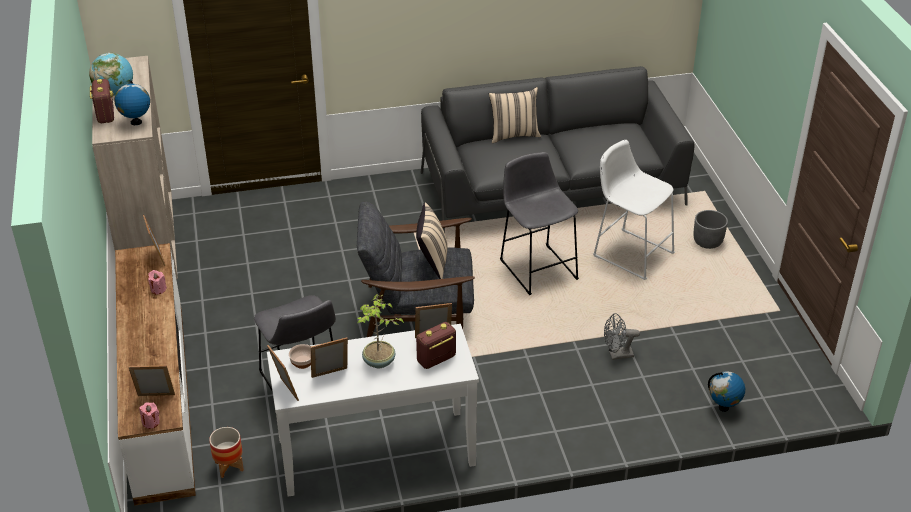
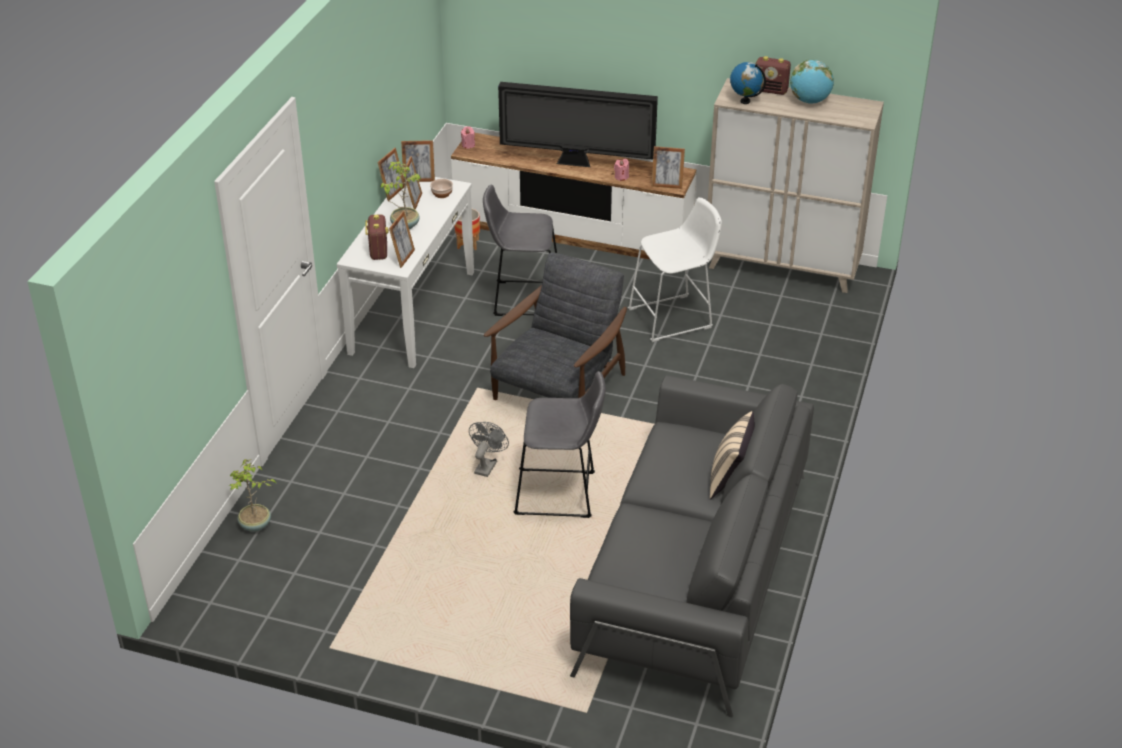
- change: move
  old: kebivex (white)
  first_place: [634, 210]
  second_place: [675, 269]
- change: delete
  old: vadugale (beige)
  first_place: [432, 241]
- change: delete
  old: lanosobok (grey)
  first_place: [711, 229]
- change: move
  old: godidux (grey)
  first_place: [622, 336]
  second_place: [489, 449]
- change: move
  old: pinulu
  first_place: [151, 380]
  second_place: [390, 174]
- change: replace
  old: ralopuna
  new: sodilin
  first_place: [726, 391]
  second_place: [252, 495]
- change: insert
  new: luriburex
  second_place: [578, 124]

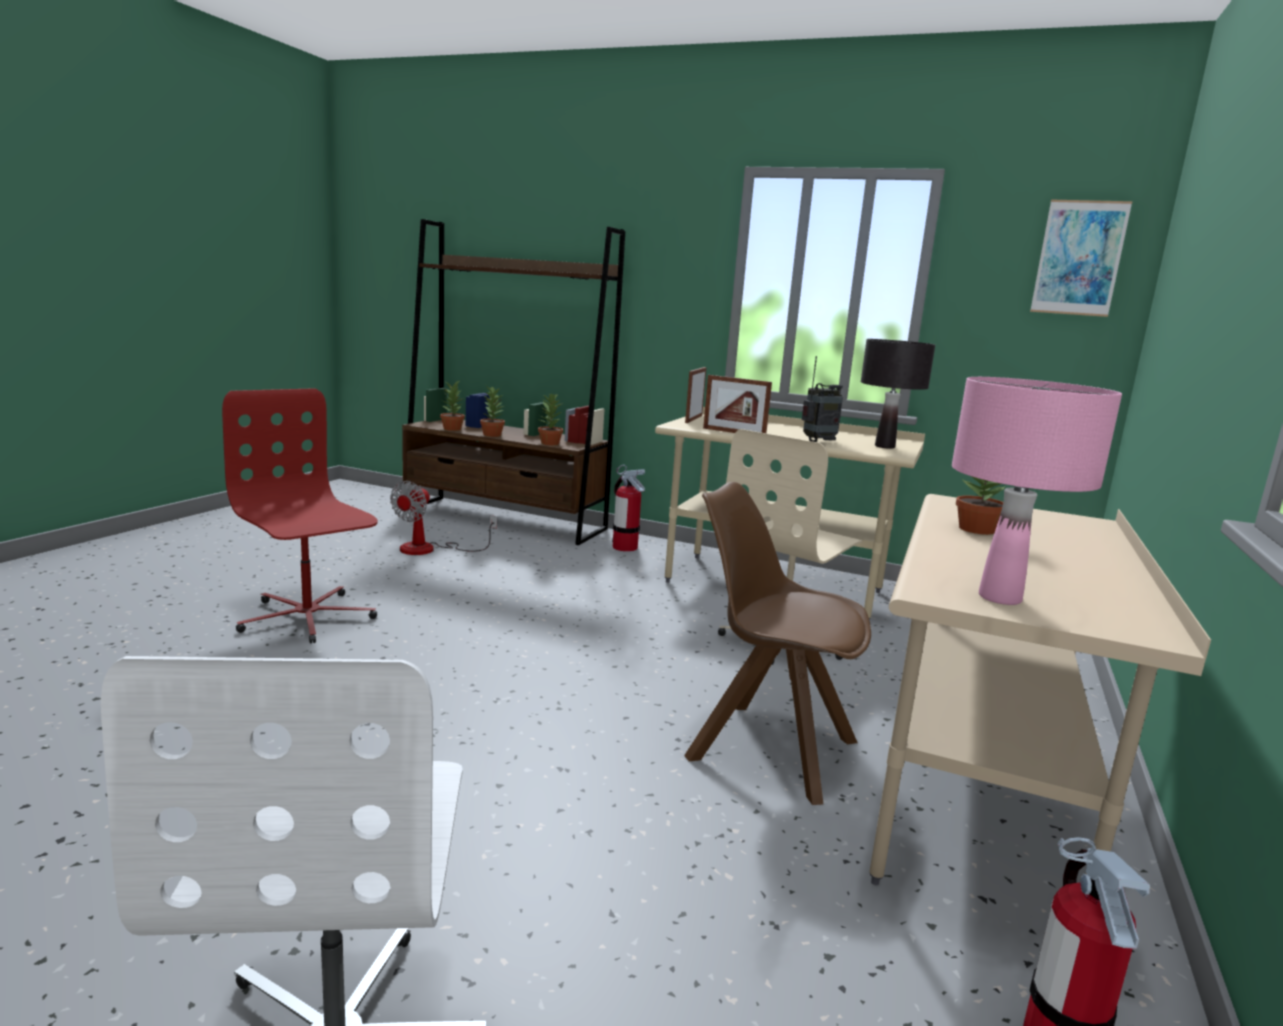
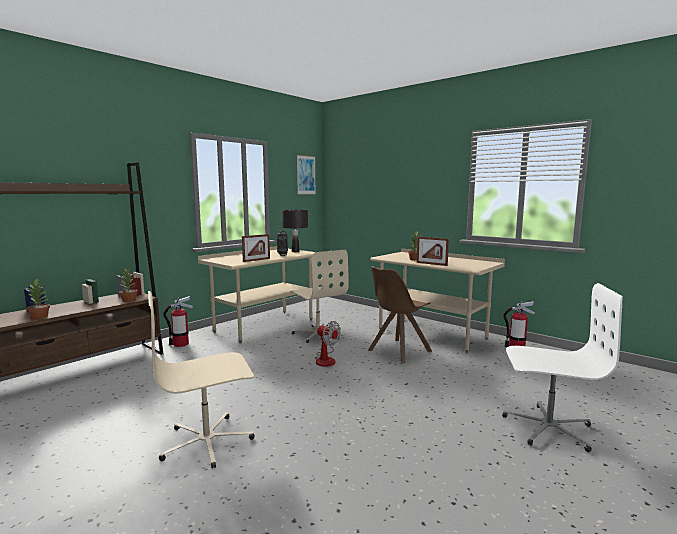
- change: move
  old: pinulu
  first_place: [696, 395]
  second_place: [433, 251]
- change: delete
  old: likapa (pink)
  first_place: [1037, 491]
- change: delete
  old: sodilin
  first_place: [492, 411]
- change: recolor
  old: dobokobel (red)
  new: dobokobel (beige)
  first_place: [300, 515]
  second_place: [201, 380]
- change: move
  old: godidux
  first_place: [443, 518]
  second_place: [328, 344]

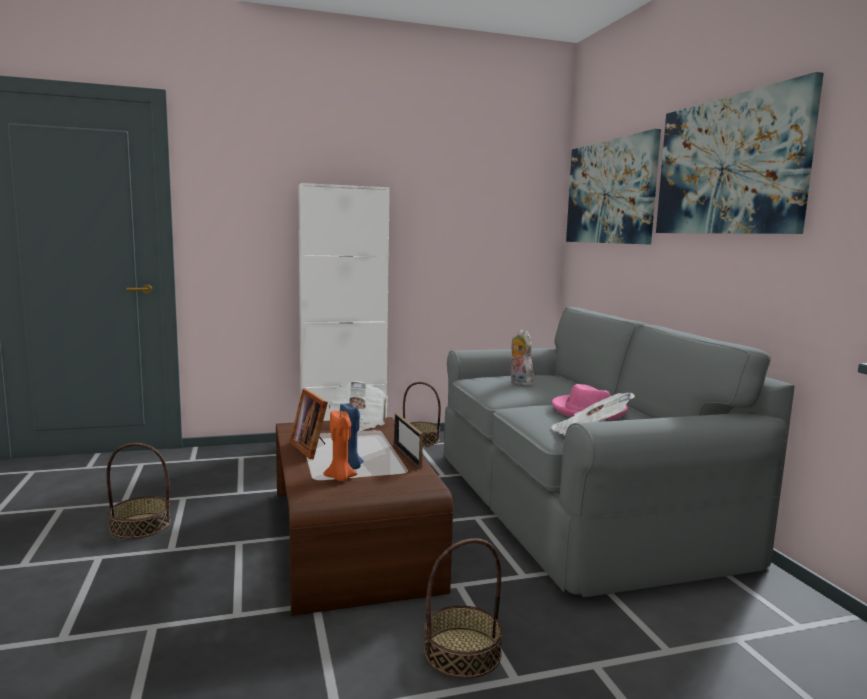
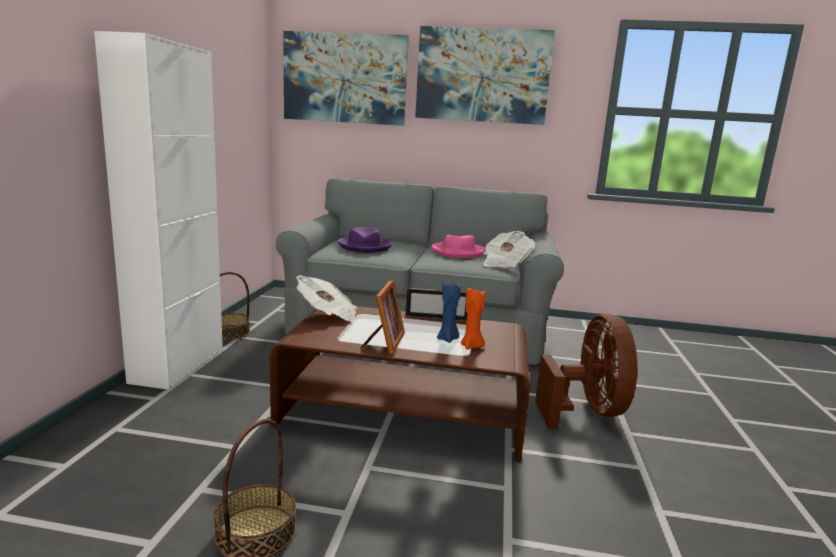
- change: replace
  old: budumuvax
  new: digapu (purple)
  first_place: [522, 357]
  second_place: [365, 240]
- change: rotate
  old: pinulu
  first_place: [309, 423]
  second_place: [382, 317]
  degrees: -75
- change: replace
  old: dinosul
  new: godidux (brown)
  first_place: [463, 608]
  second_place: [586, 371]

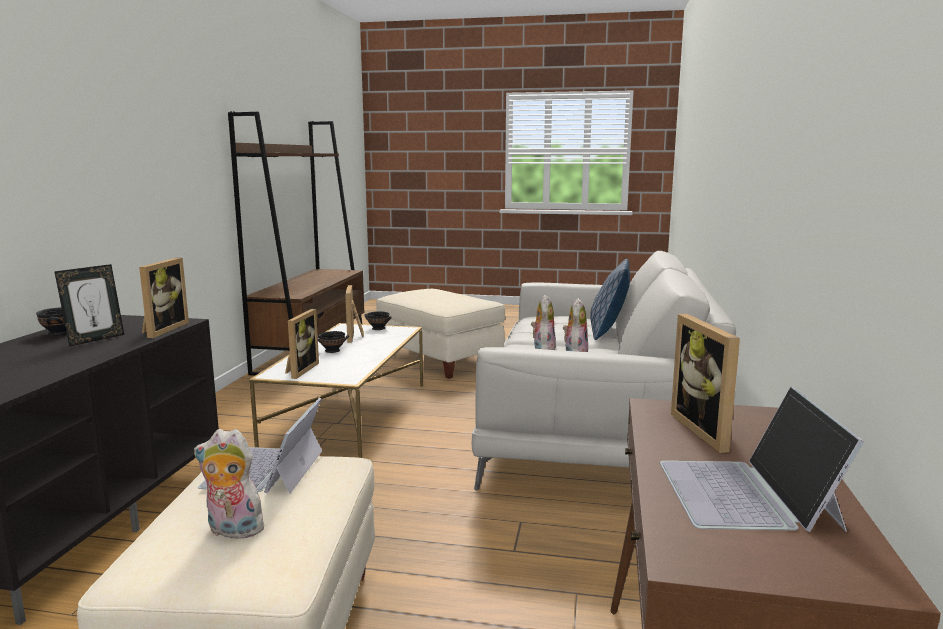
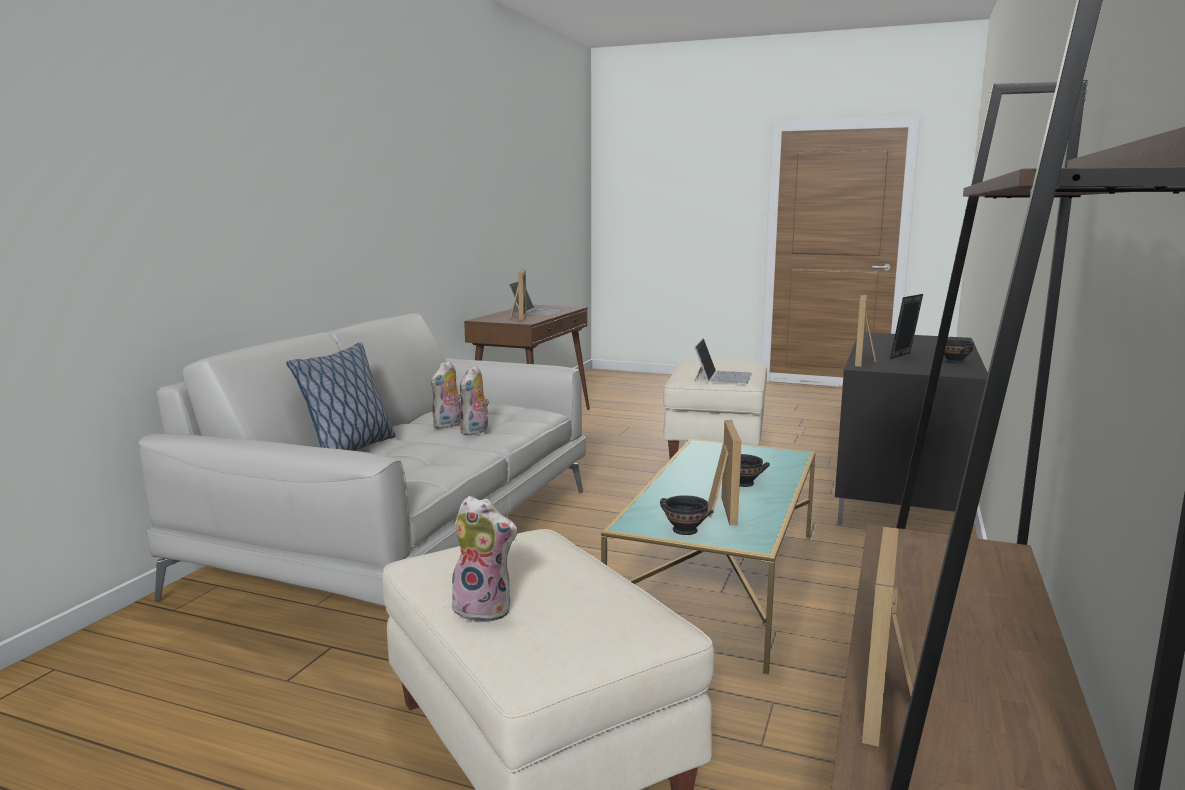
- change: move
  old: pinulu
  first_place: [302, 344]
  second_place: [889, 637]
- change: recolor
  old: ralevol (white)
  new: ralevol (turquoise)
  first_place: [336, 390]
  second_place: [708, 556]
- change: move
  old: budumuvax
  first_place: [230, 484]
  second_place: [484, 559]

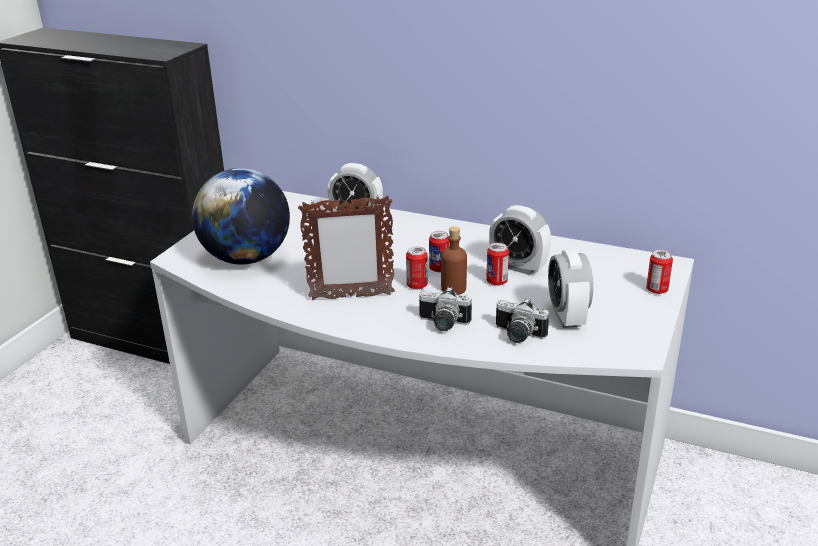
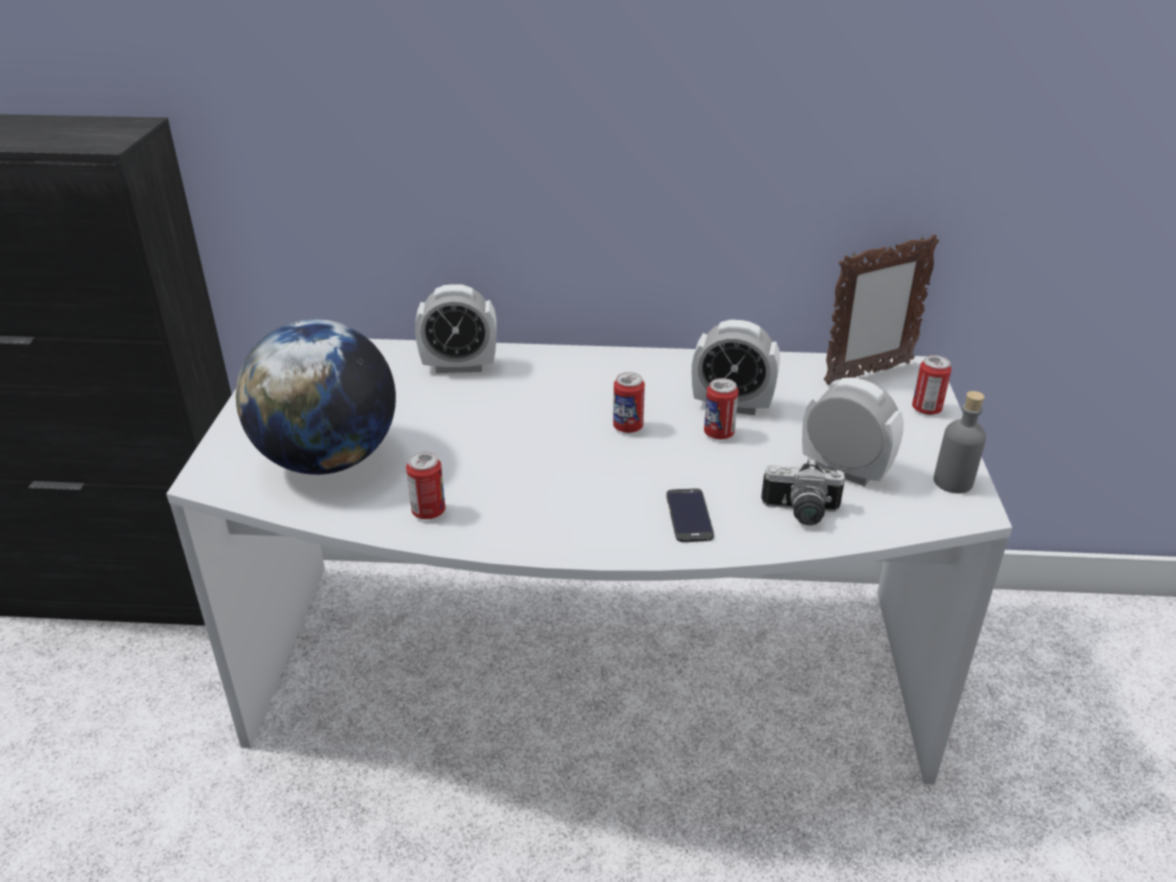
- change: move
  old: pinulu
  first_place: [346, 248]
  second_place: [881, 309]
- change: delete
  old: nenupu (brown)
  first_place: [454, 260]
- change: move
  old: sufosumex
  first_place: [417, 267]
  second_place: [425, 485]
- change: rotate
  old: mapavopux
  first_place: [570, 288]
  second_place: [853, 431]
  degrees: 150
- change: replace
  old: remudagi
  new: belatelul
  first_place: [445, 309]
  second_place: [690, 515]
- change: insert
  new: nenupu (grey)
  second_place: [960, 442]

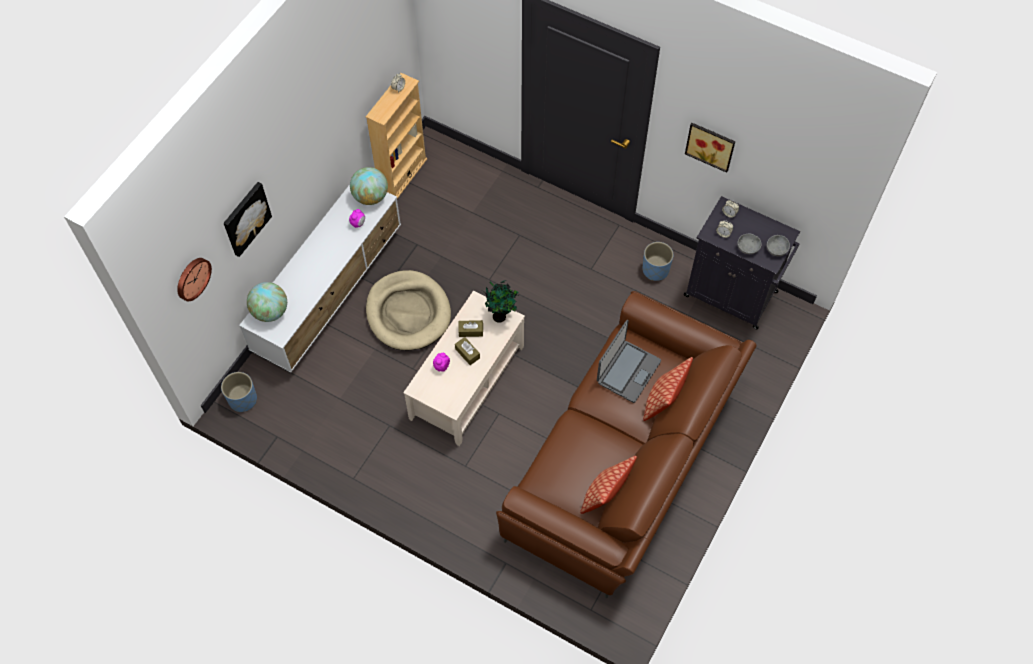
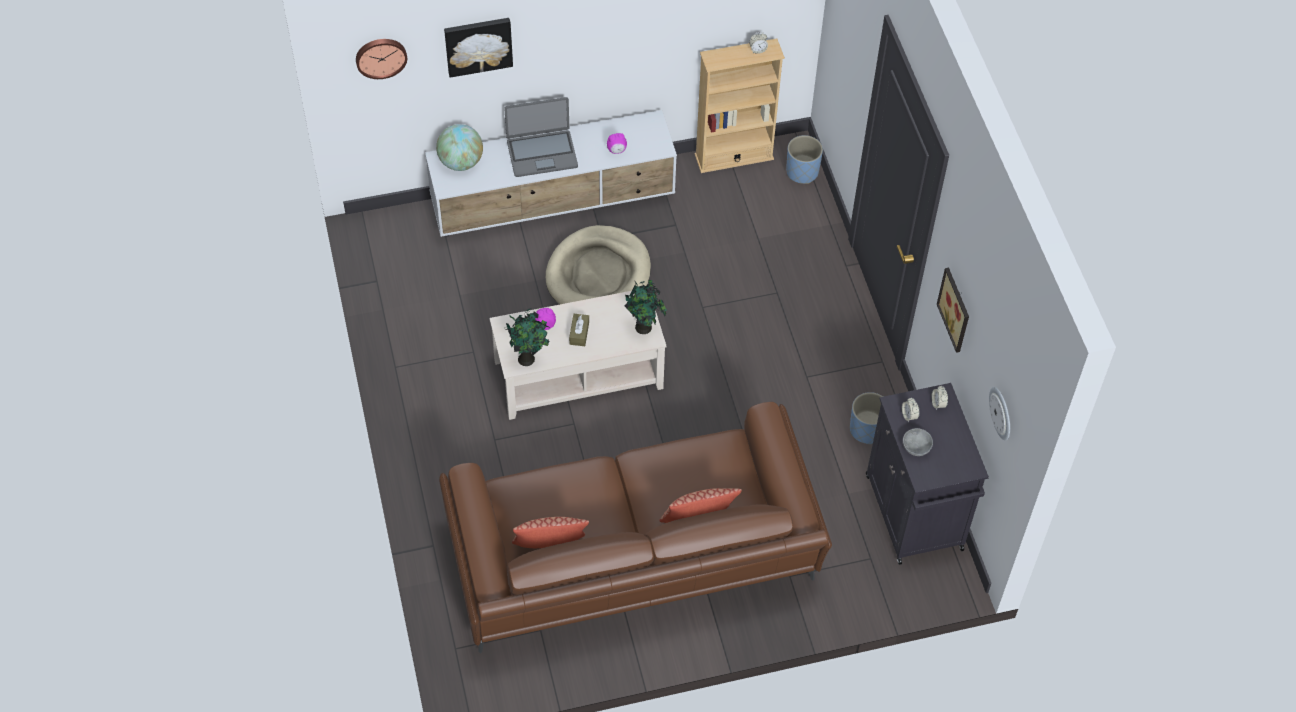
- change: delete
  old: ralopuna
  first_place: [369, 186]
- change: delete
  old: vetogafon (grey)
  first_place: [778, 245]
- change: delete
  old: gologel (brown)
  first_place: [470, 328]
- change: move
  old: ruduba
  first_place: [629, 361]
  second_place: [541, 137]
- change: move
  old: lanosobok (blue)
  first_place: [239, 392]
  second_place: [804, 159]
- change: insert
  new: sodilin
  second_place: [526, 337]
- change: insert
  new: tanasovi
  second_place: [999, 413]

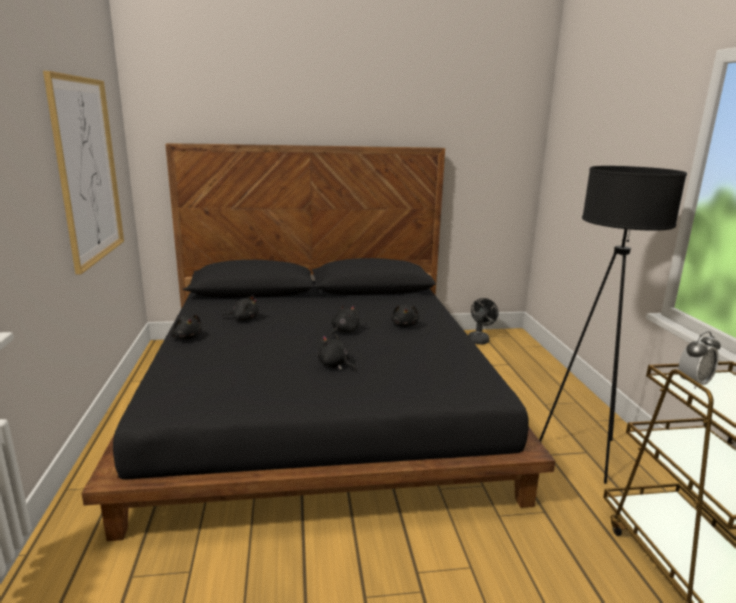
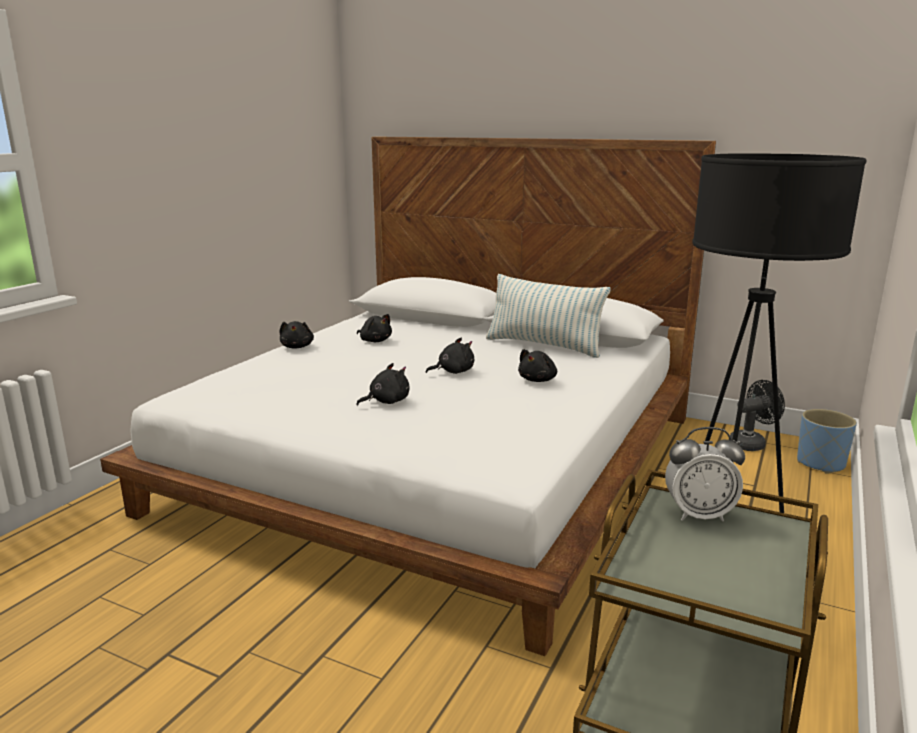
- change: delete
  old: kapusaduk
  first_place: [83, 172]
- change: recolor
  old: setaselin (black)
  new: setaselin (white)
  first_place: [318, 342]
  second_place: [408, 396]
- change: rotate
  old: budumuvax (black)
  first_place: [337, 352]
  second_place: [383, 384]
  degrees: 75
- change: insert
  new: vadugale
  second_place: [548, 316]
- change: insert
  new: lanosobok (blue)
  second_place: [827, 441]

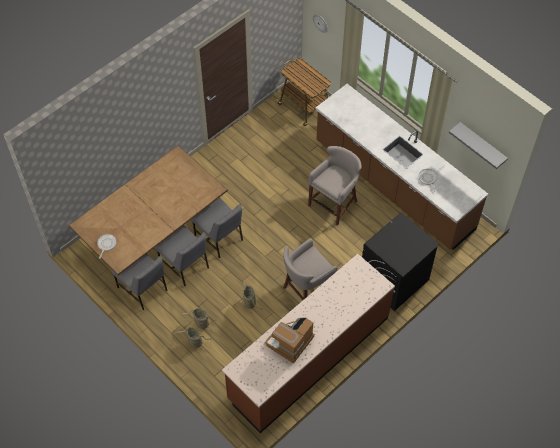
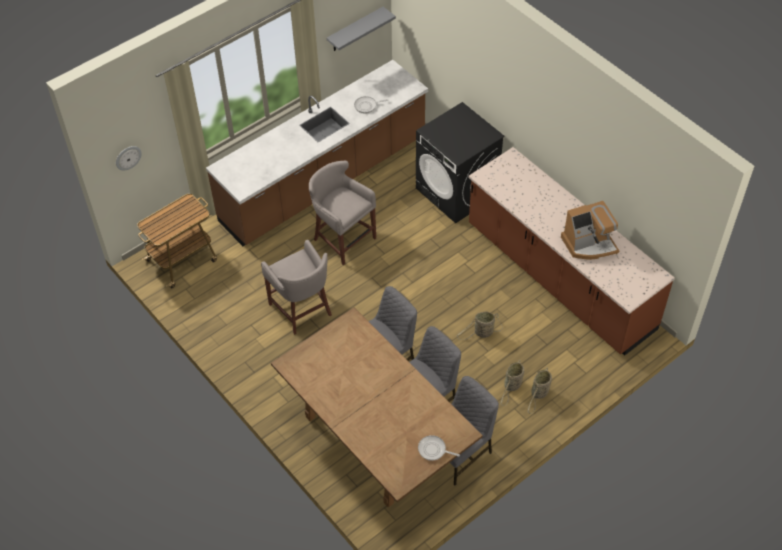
- change: move
  old: kebivex (grey)
  first_place: [310, 269]
  second_place: [296, 287]
- change: rotate
  old: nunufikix
  first_place: [289, 340]
  second_place: [590, 230]
  degrees: -60

